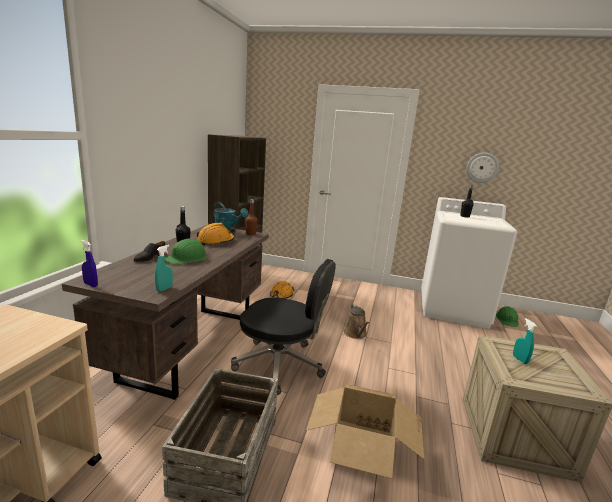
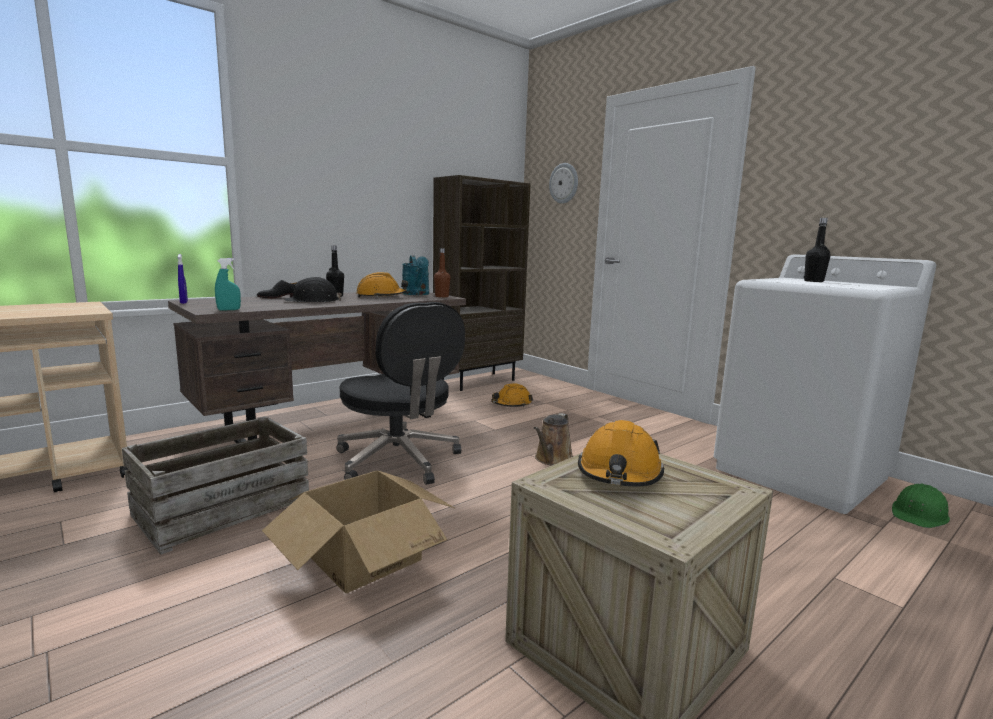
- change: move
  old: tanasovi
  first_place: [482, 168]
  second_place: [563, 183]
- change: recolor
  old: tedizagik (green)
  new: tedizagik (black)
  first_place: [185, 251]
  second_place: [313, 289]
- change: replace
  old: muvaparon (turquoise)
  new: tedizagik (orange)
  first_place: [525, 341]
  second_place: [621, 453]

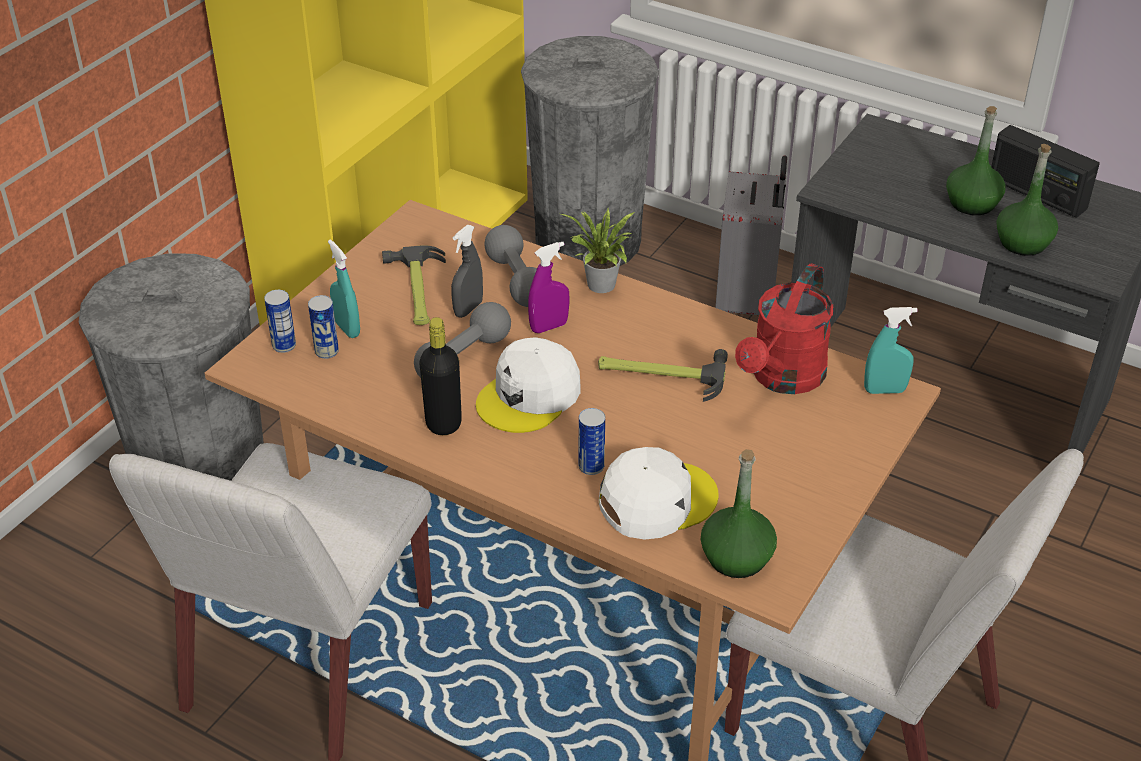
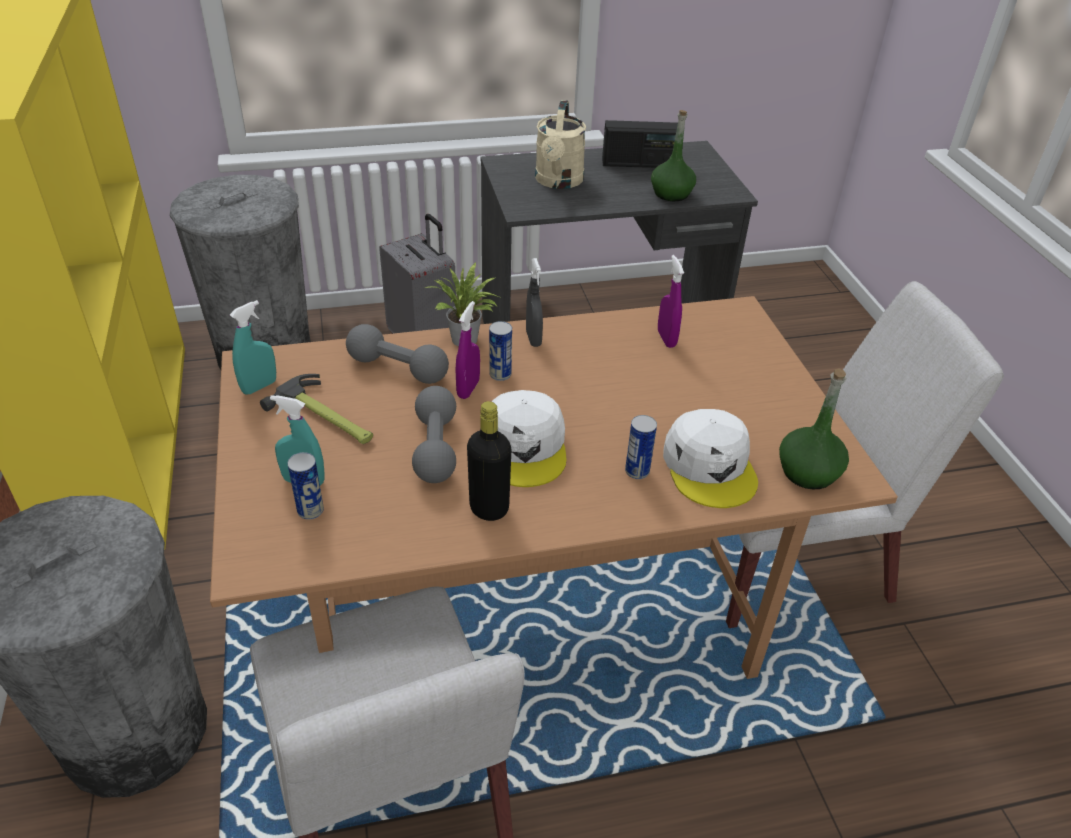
- change: delete
  old: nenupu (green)
  first_place: [976, 160]
- change: move
  old: muvaparon (grey)
  first_place: [467, 271]
  second_place: [534, 302]
- change: replace
  old: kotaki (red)
  new: muvaparon (purple)
  first_place: [784, 329]
  second_place: [671, 301]
- change: move
  old: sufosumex
  first_place: [280, 321]
  second_place: [500, 351]
- change: move
  old: muvaparon (turquoise)
  first_place: [891, 350]
  second_place: [253, 347]
- change: delete
  old: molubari
  first_place: [663, 375]
- change: rotate
  old: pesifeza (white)
  first_place: [659, 493]
  second_place: [710, 458]
  degrees: 150
- change: insert
  new: kotaki (beige)
  second_place: [560, 144]

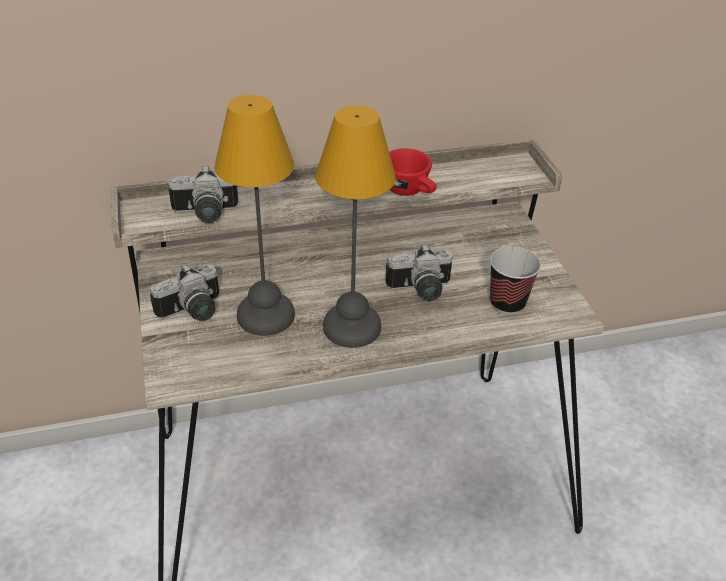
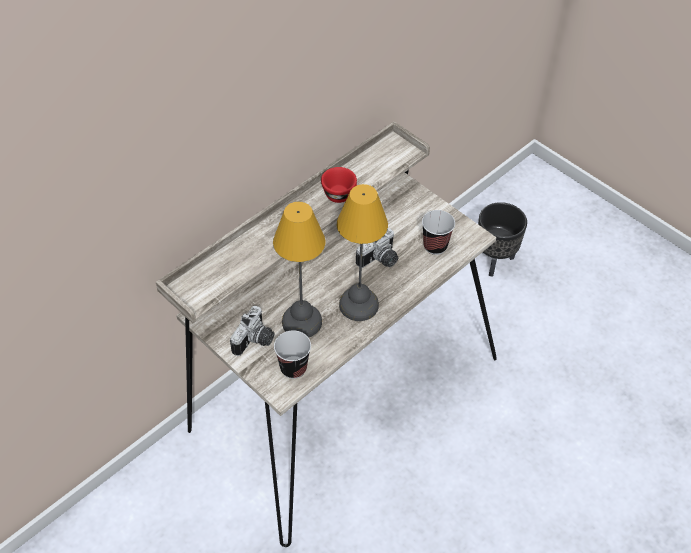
- change: delete
  old: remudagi
  first_place: [203, 194]
- change: insert
  new: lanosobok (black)
  second_place: [502, 239]
- change: insert
  new: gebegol
  second_place: [292, 354]

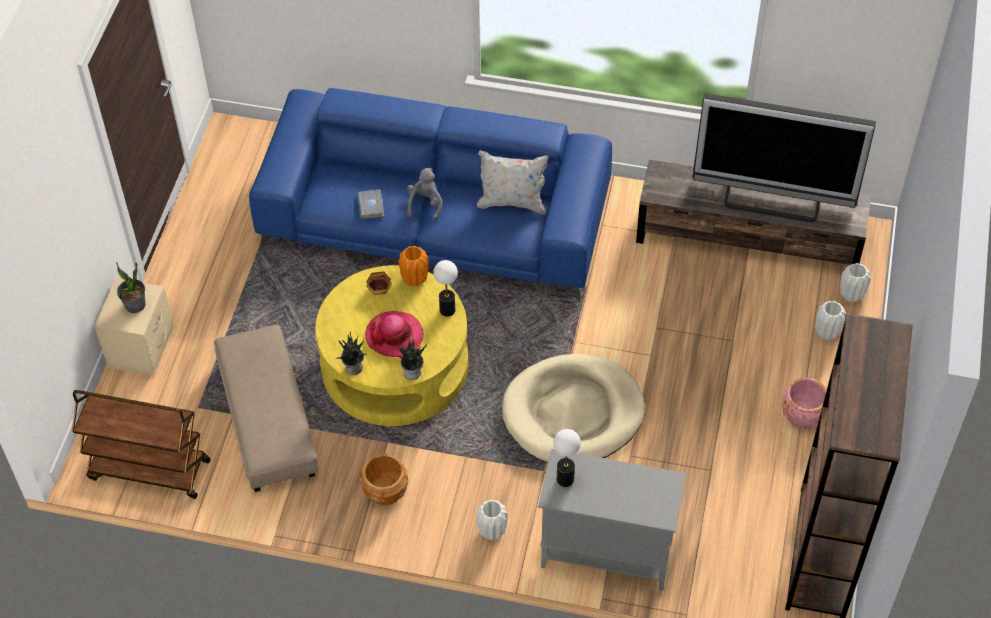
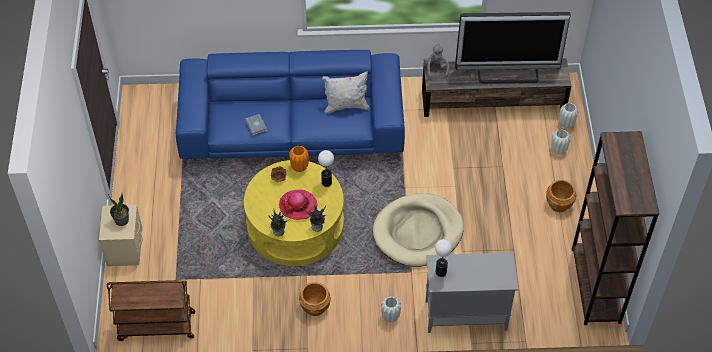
- change: move
  old: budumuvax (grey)
  first_place: [425, 194]
  second_place: [436, 61]
- change: delete
  old: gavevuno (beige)
  first_place: [266, 408]
- change: recolor
  old: lanosobok (pink)
  new: lanosobok (brown)
  first_place: [805, 403]
  second_place: [561, 196]

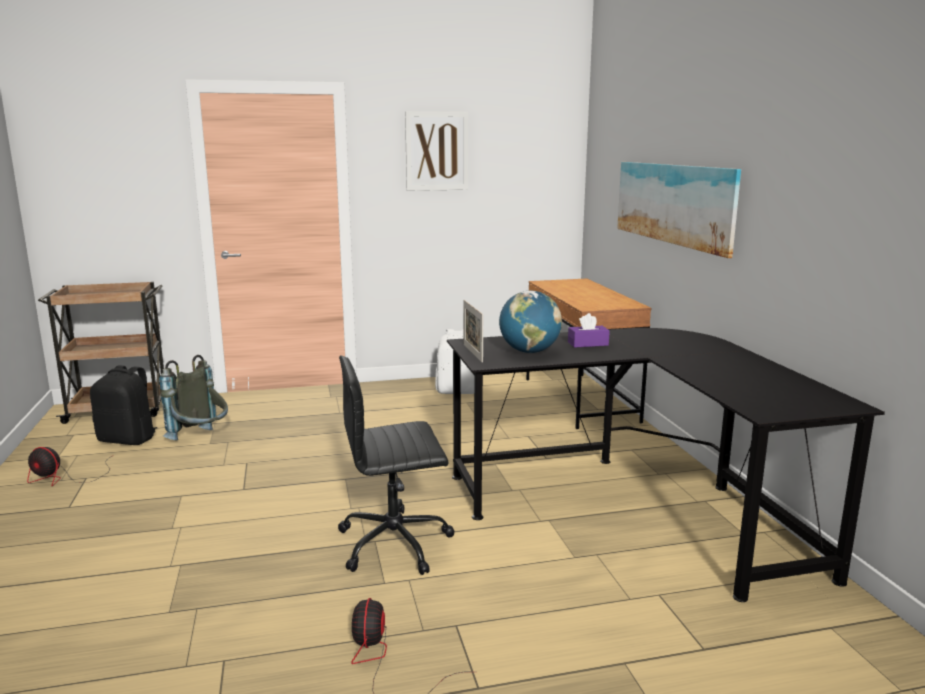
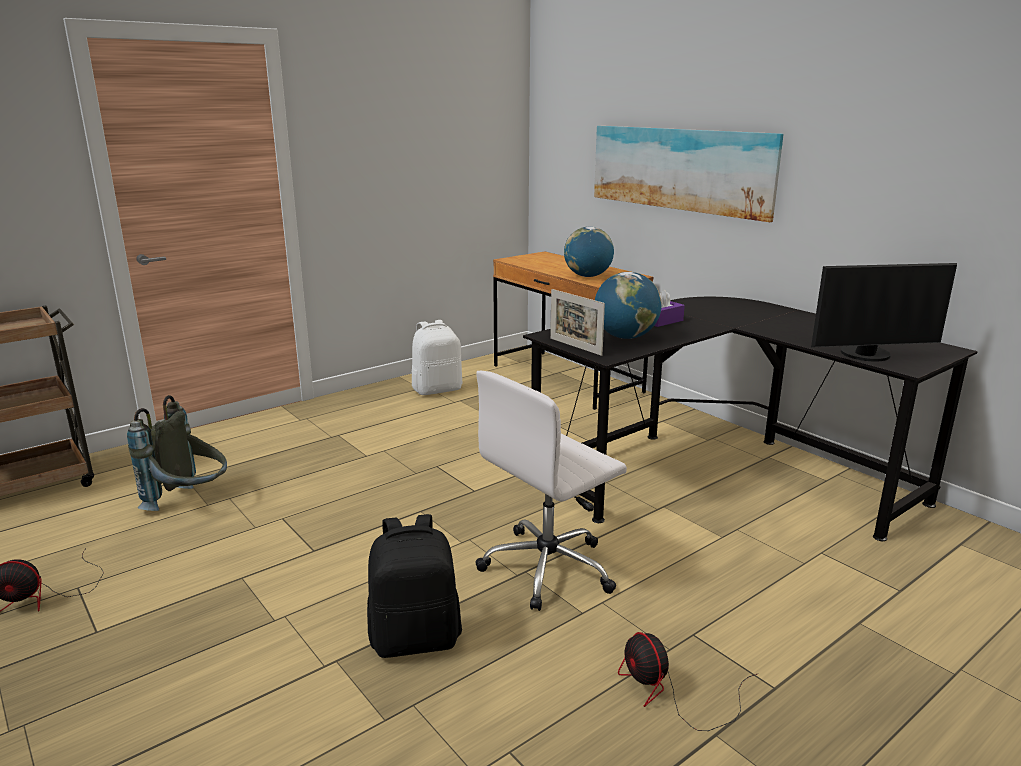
- change: delete
  old: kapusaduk
  first_place: [436, 151]
- change: recolor
  old: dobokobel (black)
  new: dobokobel (white)
  first_place: [396, 465]
  second_place: [551, 491]
- change: move
  old: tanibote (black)
  first_place: [124, 405]
  second_place: [414, 586]
- change: insert
  new: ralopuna
  second_place: [589, 252]
- change: insert
  new: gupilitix
  second_place: [884, 312]

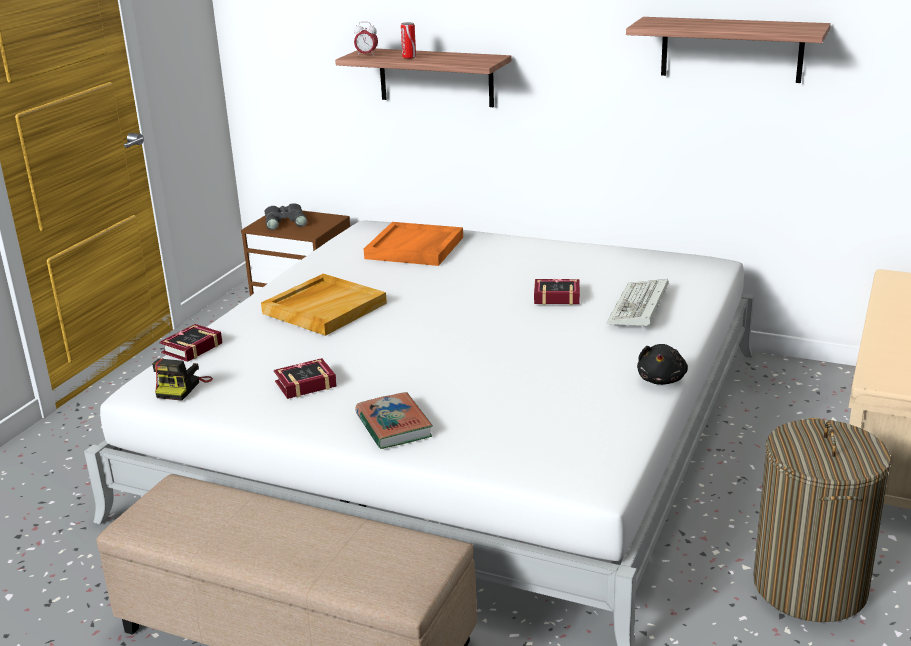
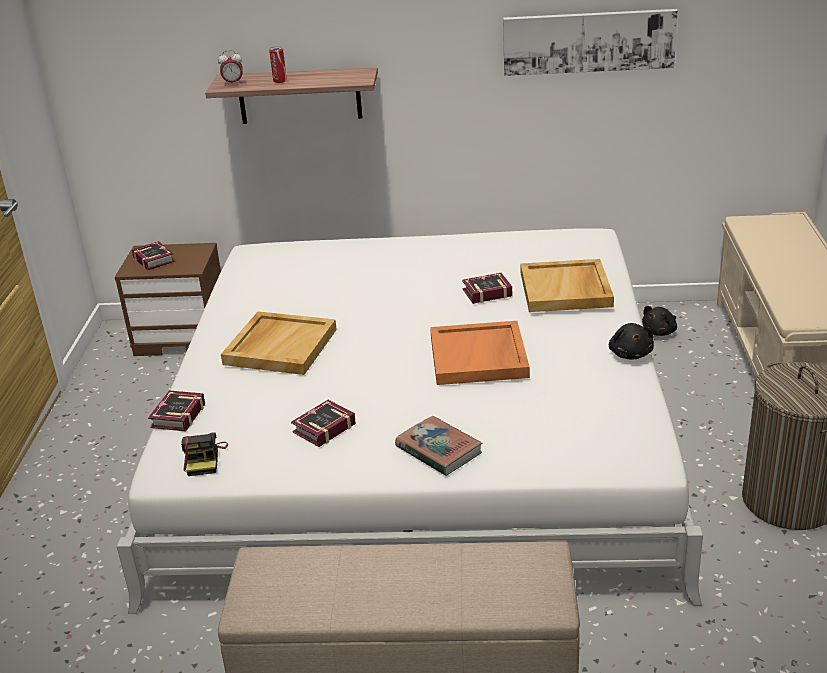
- change: replace
  old: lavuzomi
  new: kapusaduk
  first_place: [728, 50]
  second_place: [590, 42]
- change: replace
  old: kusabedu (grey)
  new: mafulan
  first_place: [286, 216]
  second_place: [153, 255]
- change: move
  old: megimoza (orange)
  first_place: [413, 244]
  second_place: [480, 353]
- change: replace
  old: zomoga
  new: megimoza (beige)
  first_place: [637, 303]
  second_place: [567, 285]
- change: insert
  new: budumuvax (black)
  second_place: [659, 321]

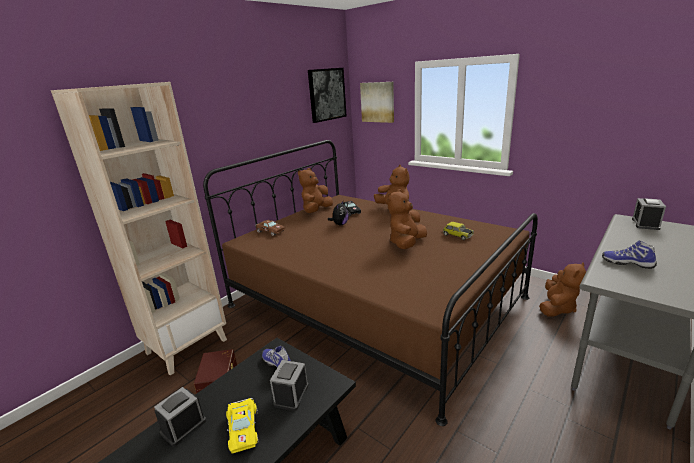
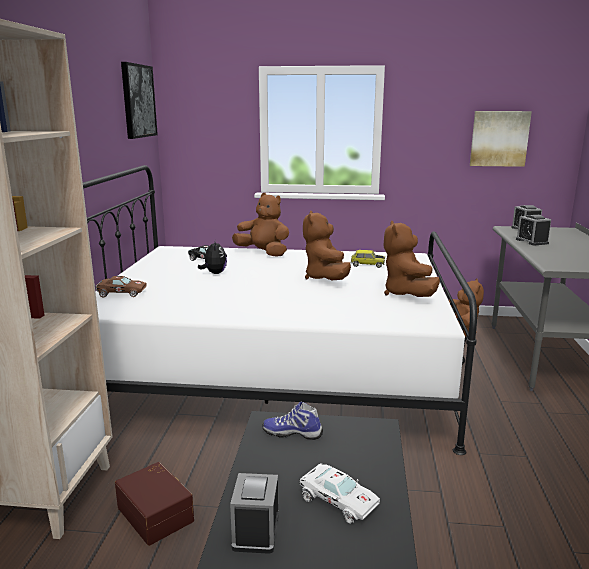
- change: move
  old: kapusaduk
  first_place: [377, 102]
  second_place: [501, 139]
- change: recolor
  old: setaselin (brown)
  new: setaselin (white)
  first_place: [370, 283]
  second_place: [280, 310]
- change: move
  old: budumuvax (brown)
  first_place: [315, 190]
  second_place: [411, 259]
- change: delete
  old: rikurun
  first_place: [629, 254]
- change: move
  old: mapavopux
  first_place: [289, 385]
  second_place: [533, 230]
- change: recolor
  old: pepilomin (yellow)
  new: pepilomin (white)
  first_place: [242, 425]
  second_place: [339, 493]

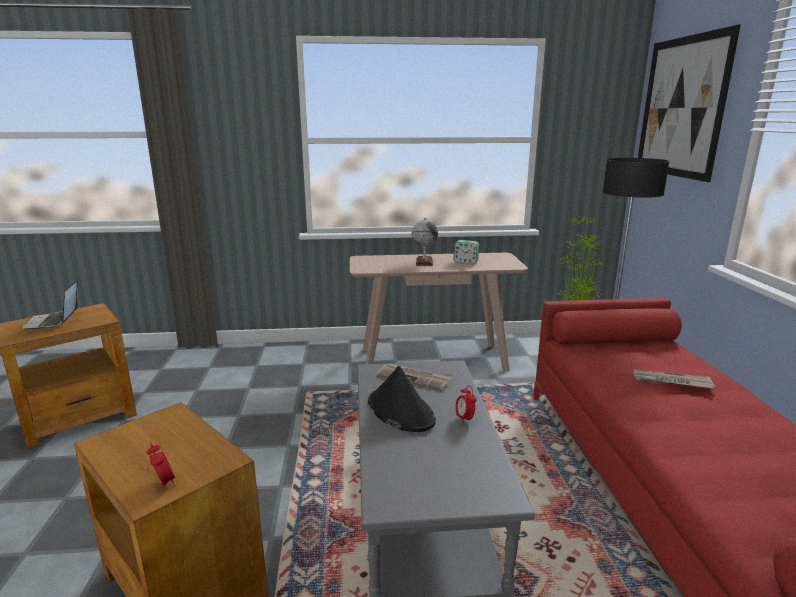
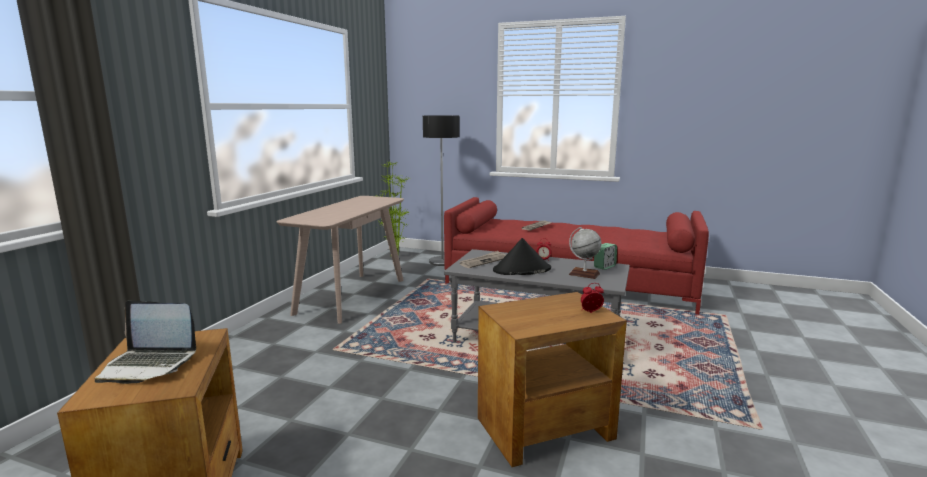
- change: delete
  old: kapusaduk
  first_place: [689, 103]
- change: move
  old: ralopuna
  first_place: [425, 242]
  second_place: [585, 253]
- change: move
  old: mapavopux
  first_place: [466, 252]
  second_place: [605, 256]

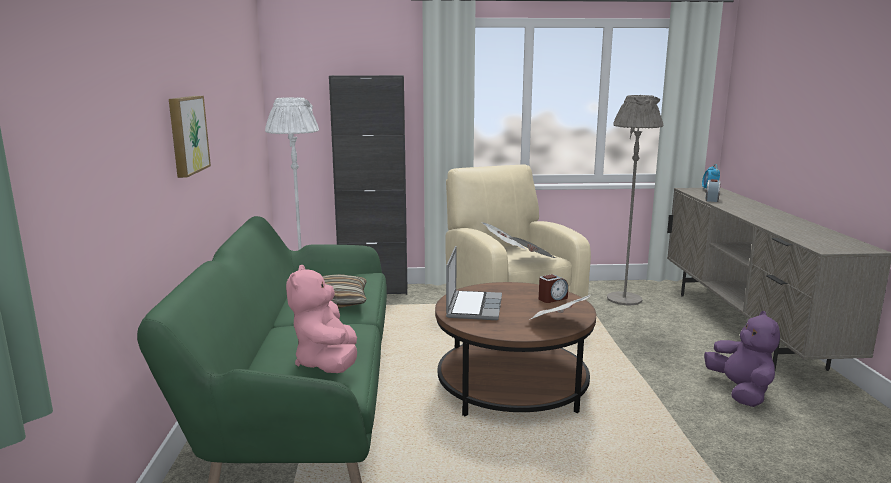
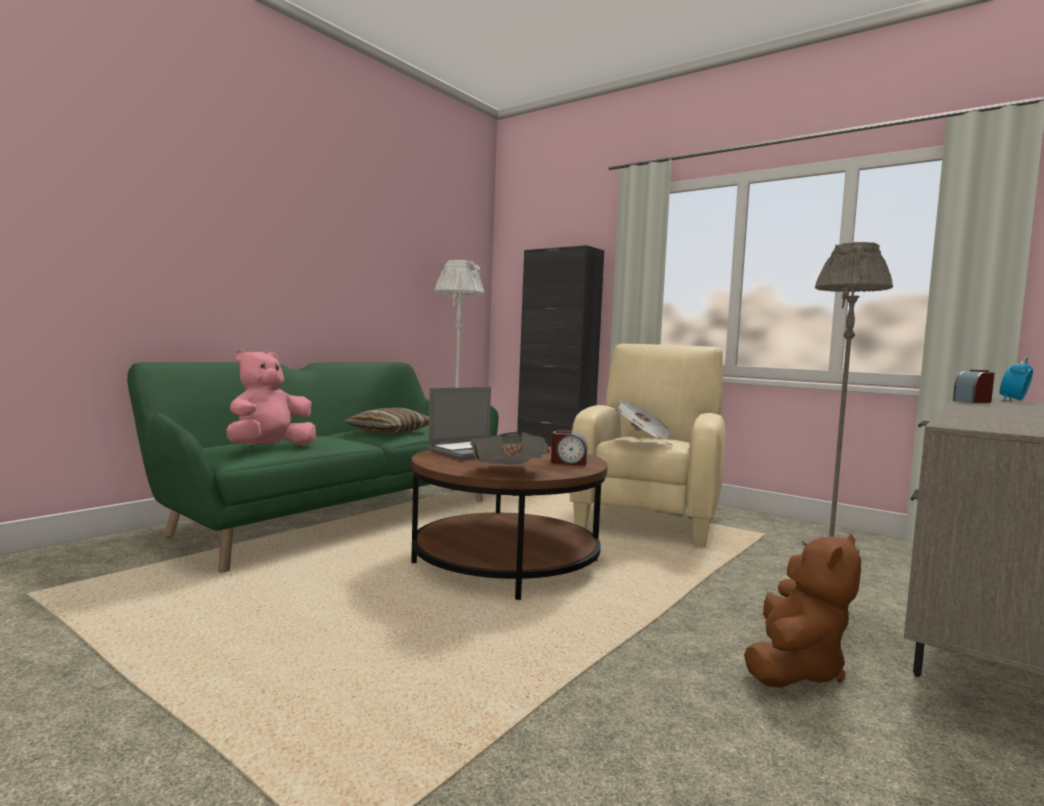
- change: delete
  old: kapusaduk
  first_place: [190, 137]
- change: recolor
  old: budumuvax (purple)
  new: budumuvax (brown)
  first_place: [742, 359]
  second_place: [802, 611]

